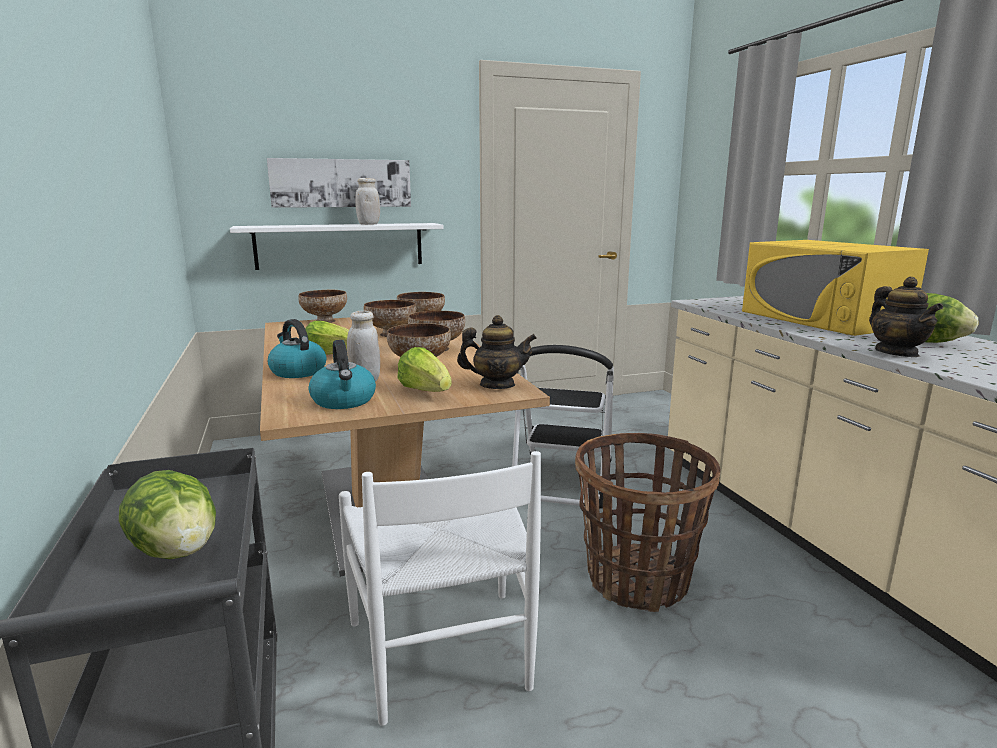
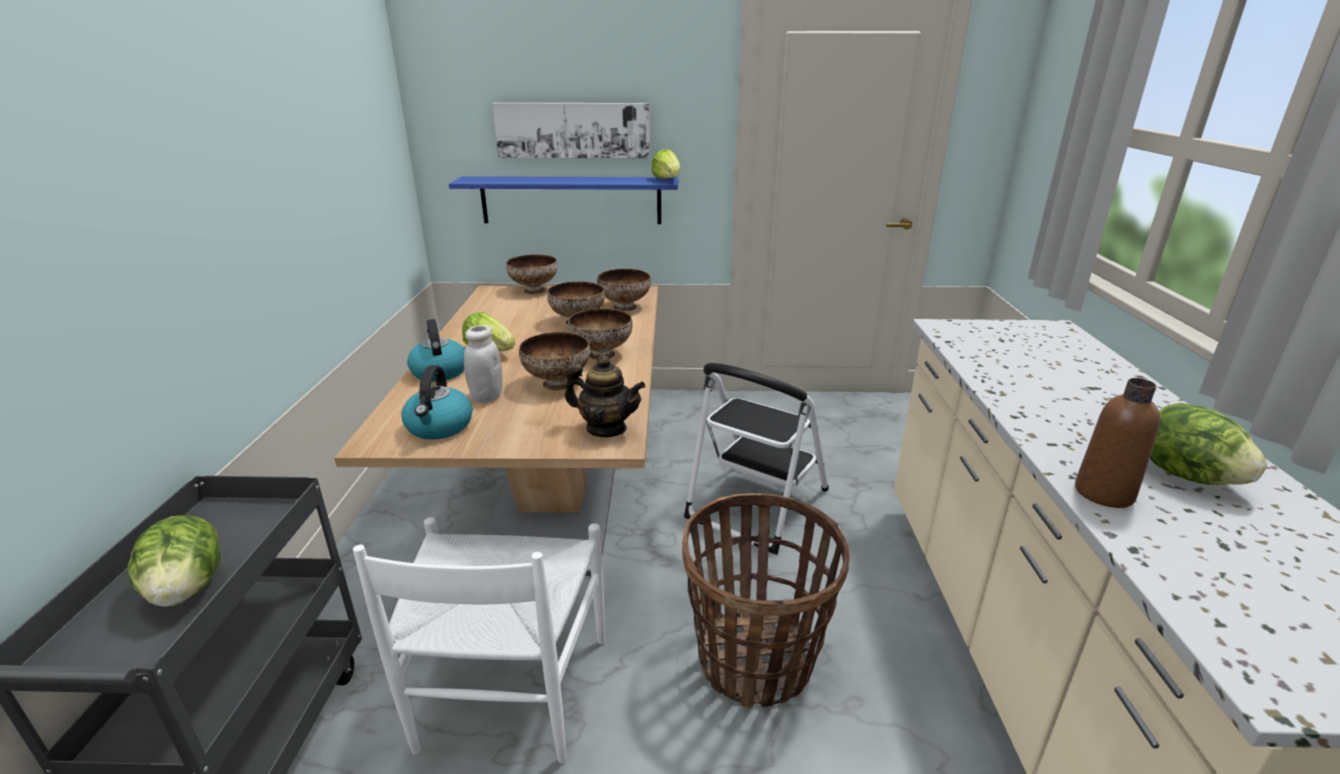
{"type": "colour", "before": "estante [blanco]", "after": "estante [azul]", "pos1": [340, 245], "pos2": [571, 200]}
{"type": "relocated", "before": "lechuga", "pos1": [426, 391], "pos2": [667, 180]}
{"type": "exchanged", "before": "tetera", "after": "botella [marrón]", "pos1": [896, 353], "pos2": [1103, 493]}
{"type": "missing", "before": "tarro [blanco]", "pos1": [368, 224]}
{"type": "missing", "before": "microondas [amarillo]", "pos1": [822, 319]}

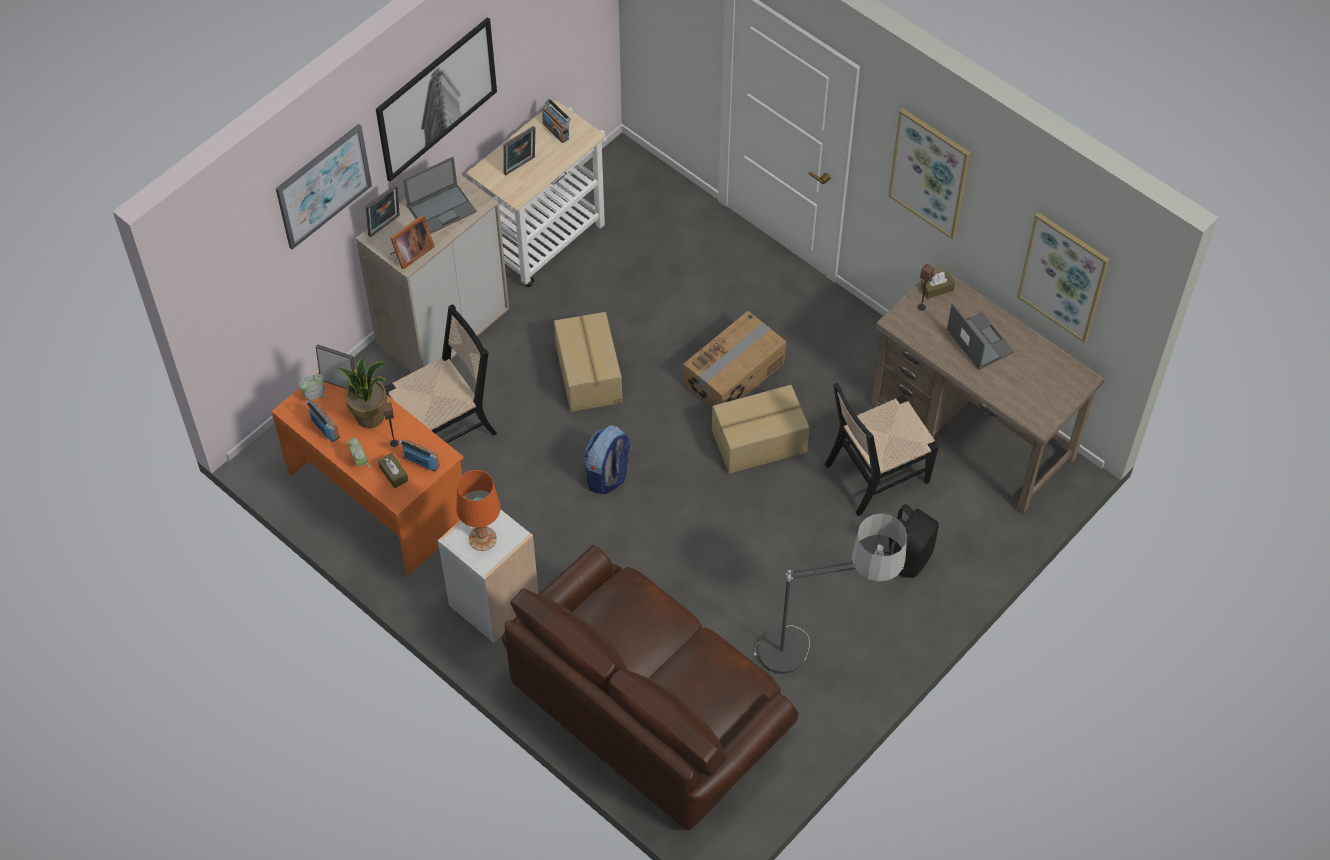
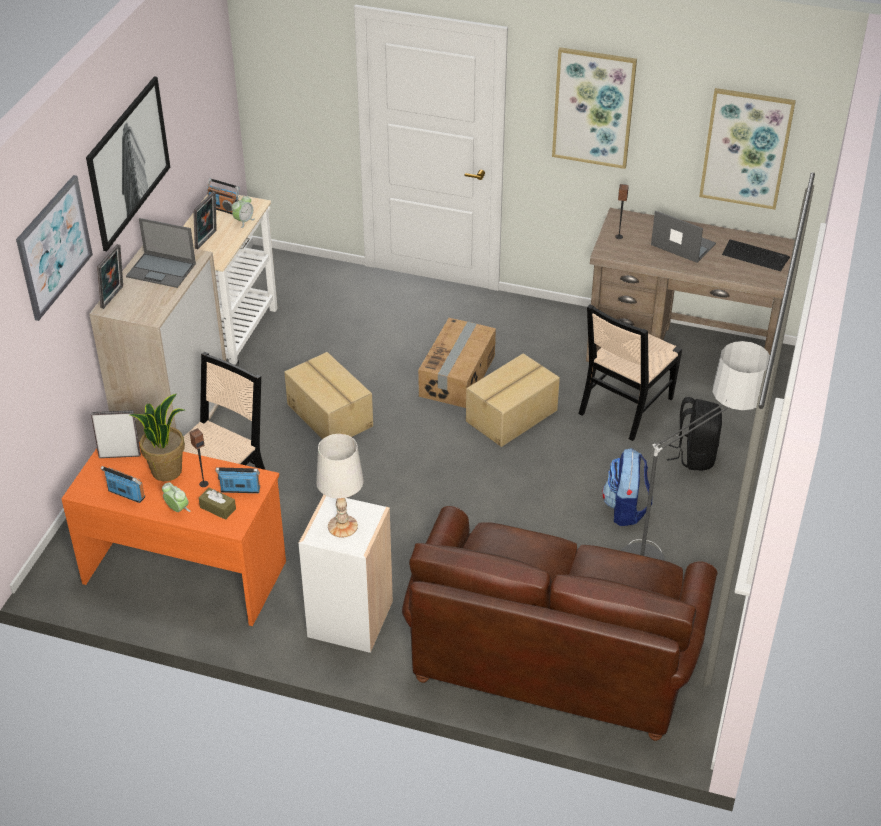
{"type": "spun", "before": "portátil", "pos1": [442, 209], "pos2": [162, 270], "turn": 75}
{"type": "relocated", "before": "despertador", "pos1": [314, 396], "pos2": [244, 221]}
{"type": "colour", "before": "lámpara de mesa [naranja]", "after": "lámpara de mesa [blanco]", "pos1": [482, 538], "pos2": [342, 526]}
{"type": "relocated", "before": "mochila", "pos1": [607, 476], "pos2": [626, 509]}
{"type": "appeared", "after": "teclado", "pos2": [755, 256]}
{"type": "missing", "before": "portarretratos", "pos1": [410, 253]}
{"type": "missing", "before": "caja de pañuelos [marrón]", "pos1": [937, 289]}

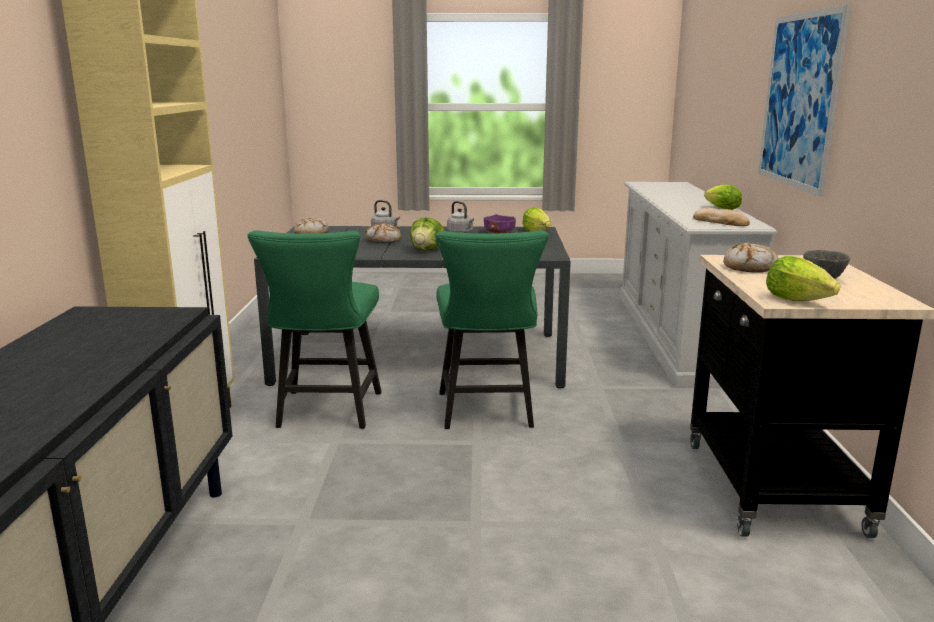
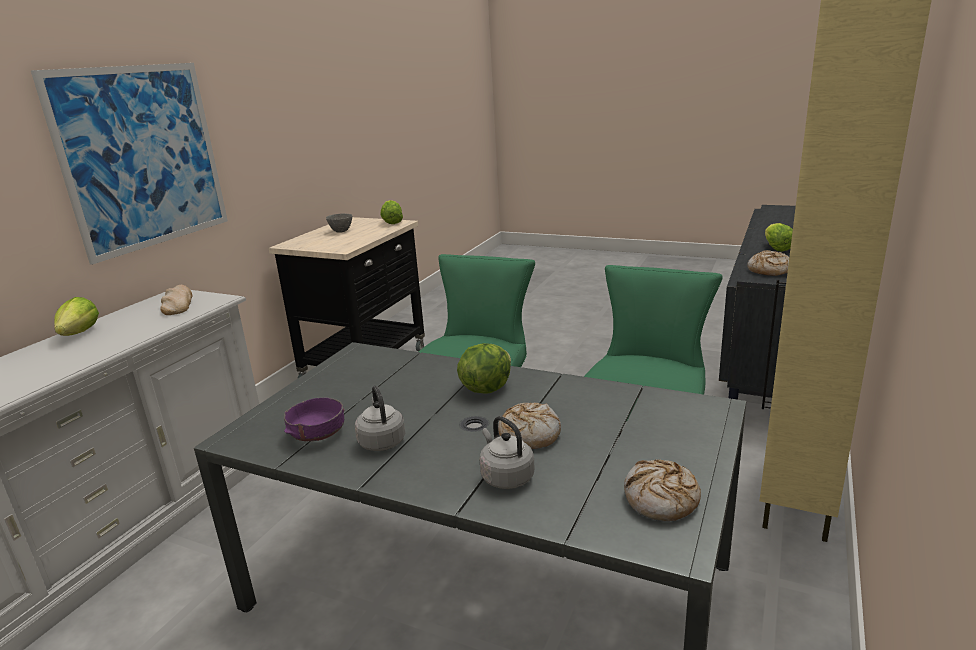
{"type": "relocated", "before": "pan", "pos1": [750, 268], "pos2": [769, 271]}
{"type": "relocated", "before": "lechuga", "pos1": [537, 232], "pos2": [776, 249]}

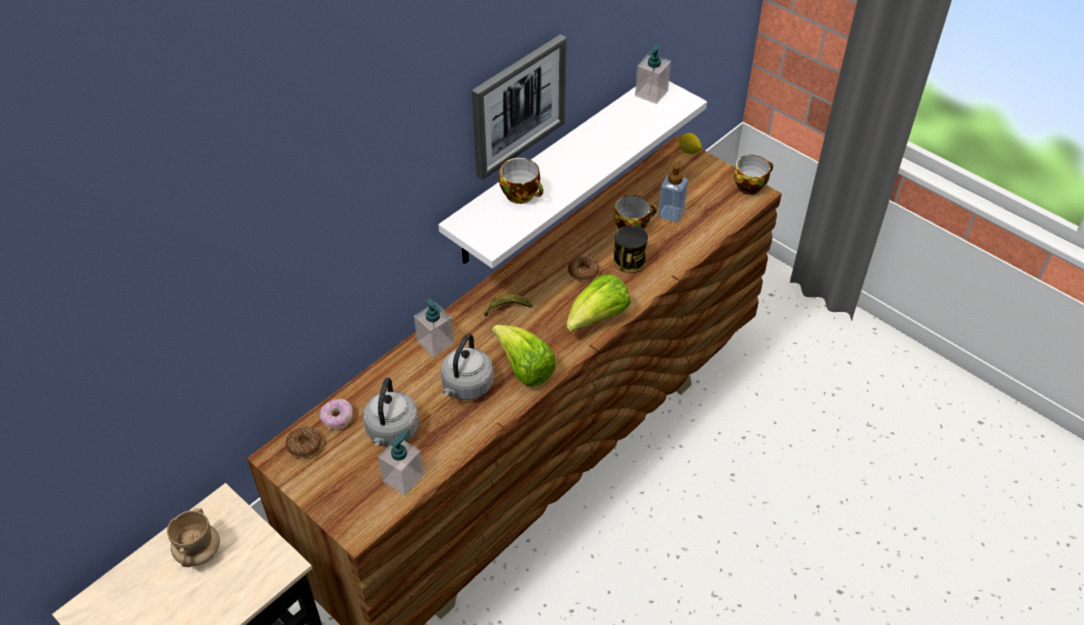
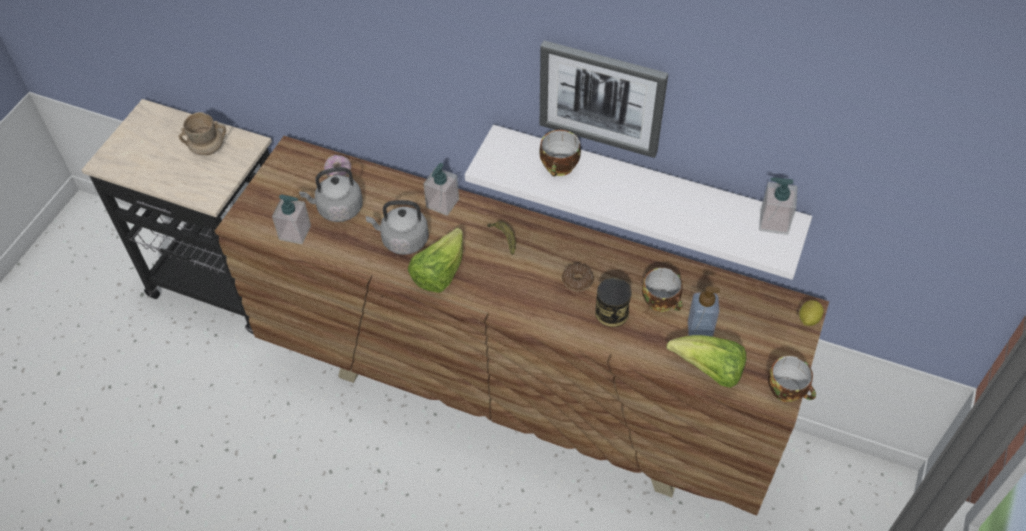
{"type": "relocated", "before": "lechuga", "pos1": [597, 319], "pos2": [709, 371]}
{"type": "missing", "before": "rosquilla", "pos1": [304, 445]}

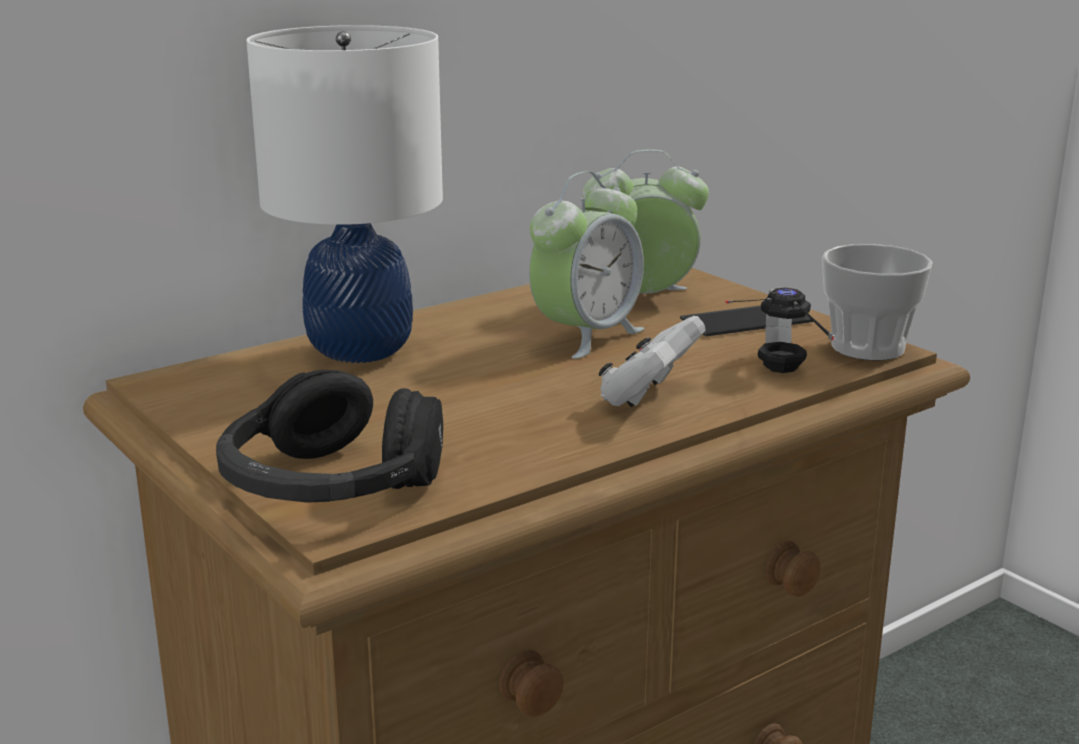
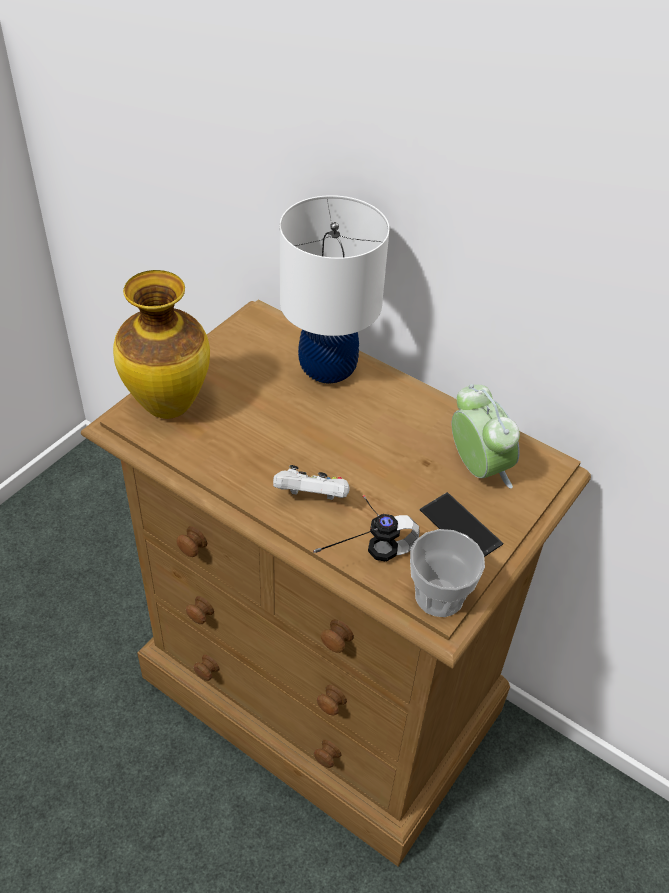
{"type": "exchanged", "before": "auriculares [negro]", "after": "florero", "pos1": [330, 485], "pos2": [168, 405]}
{"type": "missing", "before": "despertador", "pos1": [586, 336]}

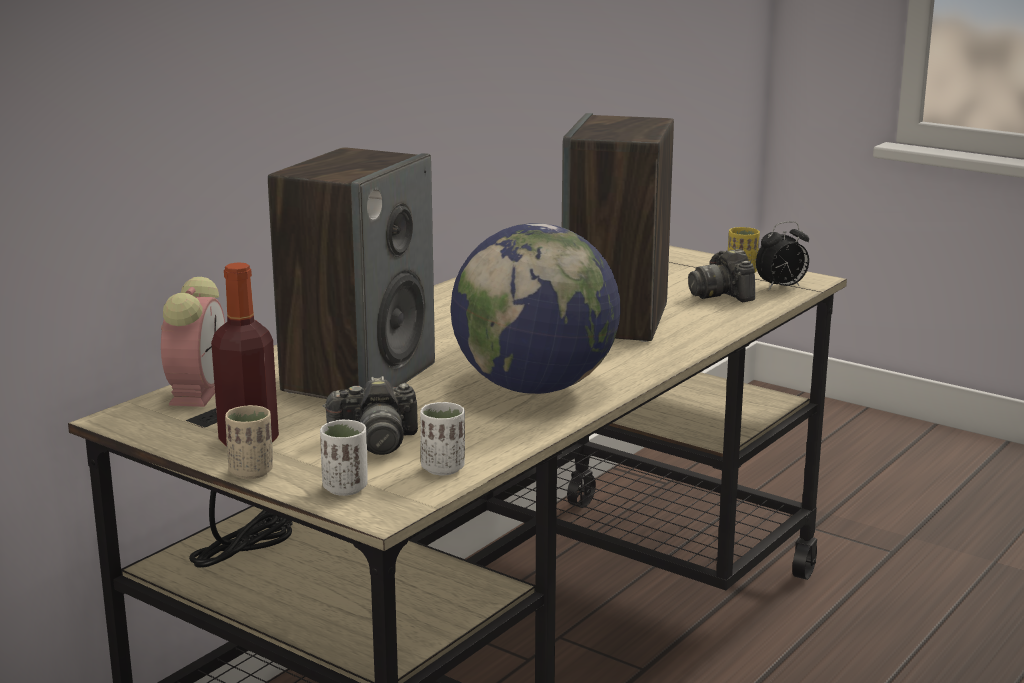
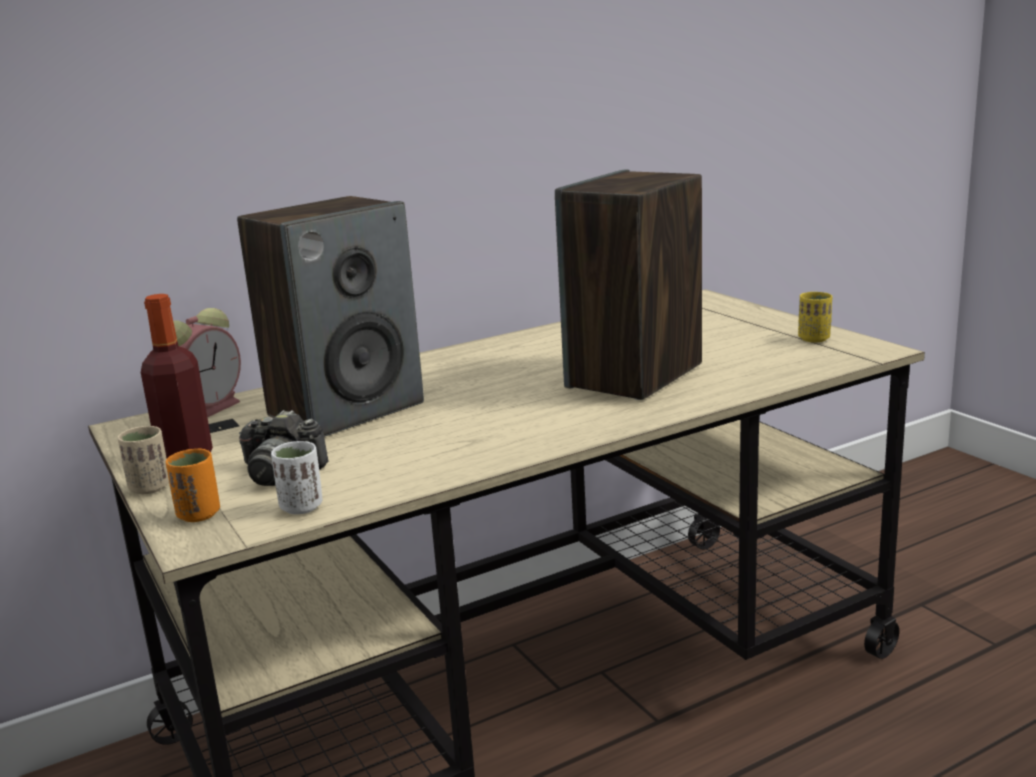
{"type": "colour", "before": "taza [blanco]", "after": "taza [naranja]", "pos1": [345, 488], "pos2": [198, 514]}
{"type": "missing", "before": "globo terráqueo", "pos1": [535, 387]}
{"type": "missing", "before": "cámara", "pos1": [722, 294]}
{"type": "missing", "before": "despertador", "pos1": [781, 287]}

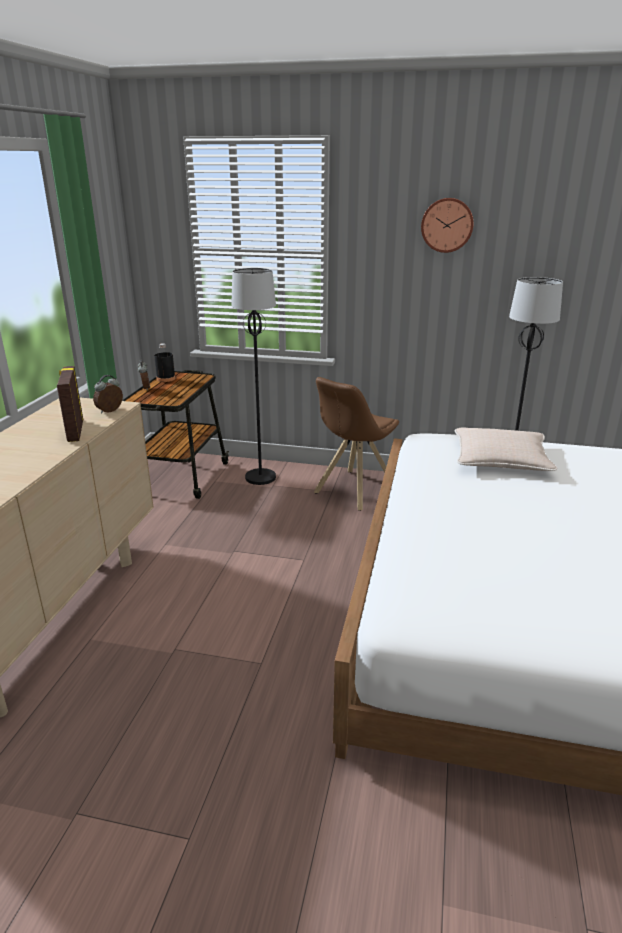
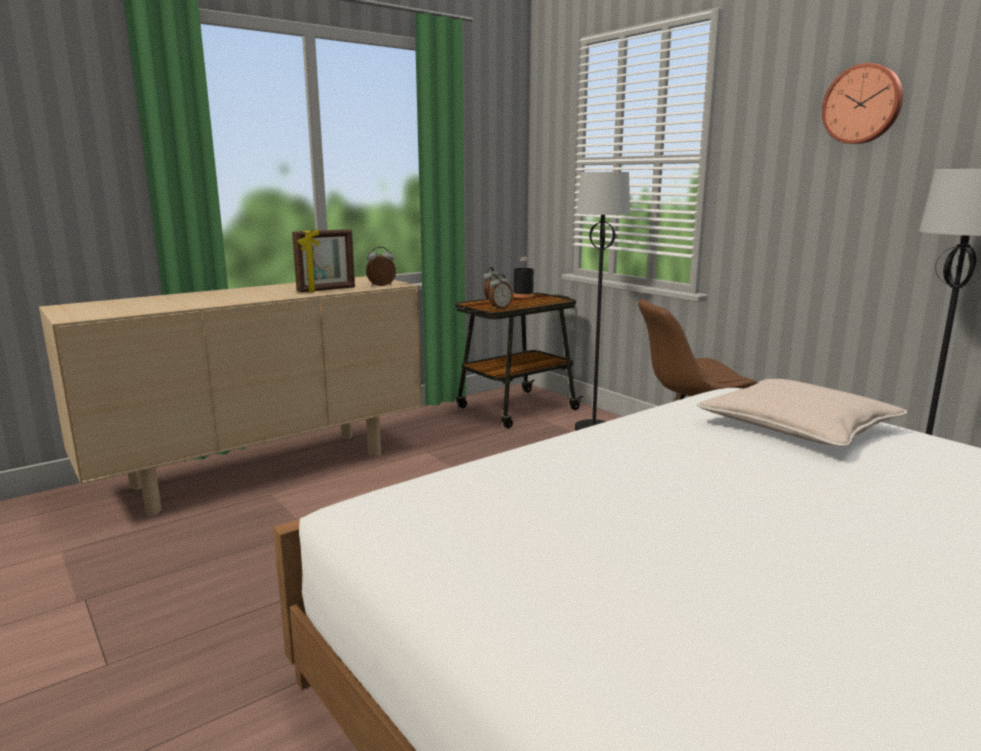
{"type": "spun", "before": "portarretratos", "pos1": [74, 431], "pos2": [326, 290], "turn": -150}
{"type": "appeared", "after": "despertador", "pos2": [500, 308]}

